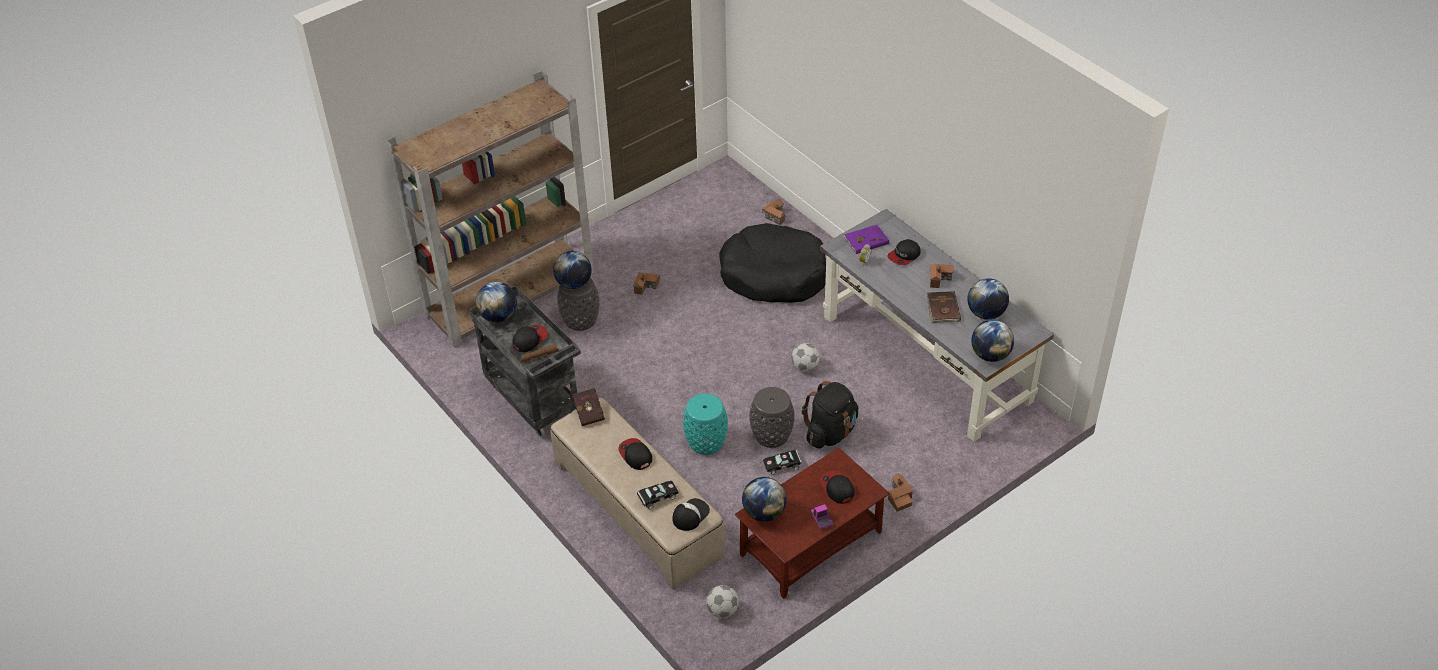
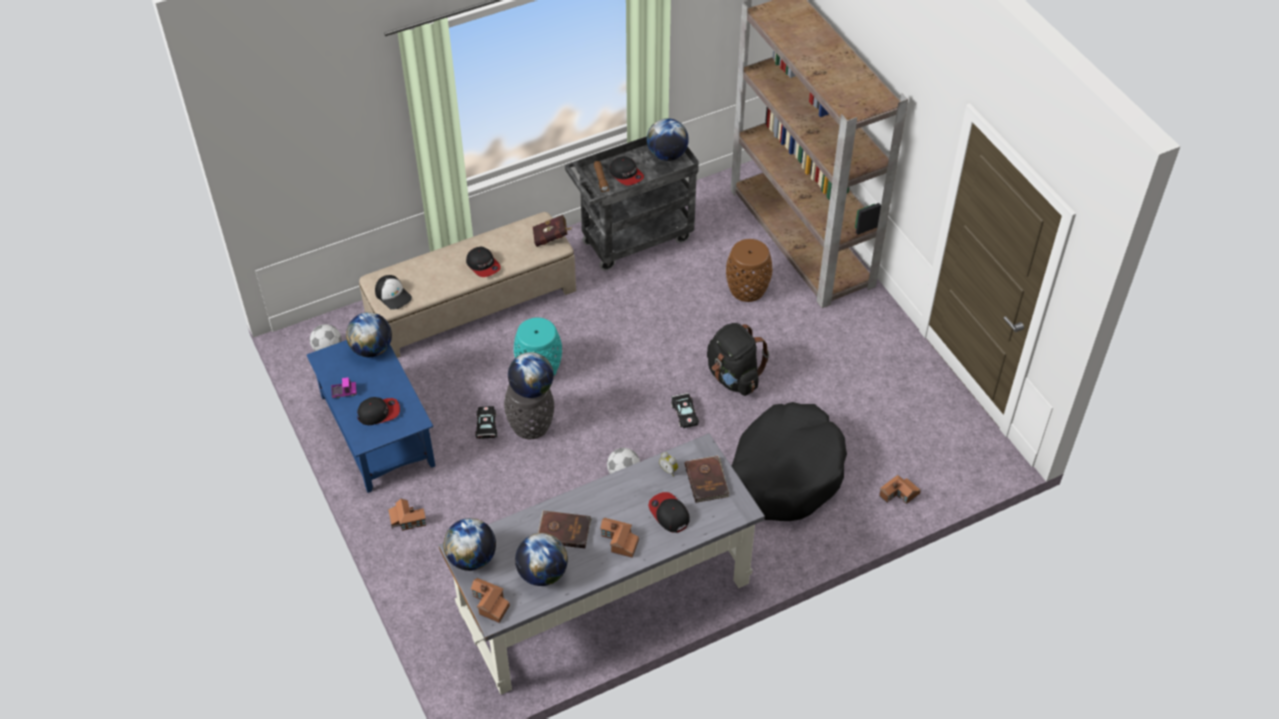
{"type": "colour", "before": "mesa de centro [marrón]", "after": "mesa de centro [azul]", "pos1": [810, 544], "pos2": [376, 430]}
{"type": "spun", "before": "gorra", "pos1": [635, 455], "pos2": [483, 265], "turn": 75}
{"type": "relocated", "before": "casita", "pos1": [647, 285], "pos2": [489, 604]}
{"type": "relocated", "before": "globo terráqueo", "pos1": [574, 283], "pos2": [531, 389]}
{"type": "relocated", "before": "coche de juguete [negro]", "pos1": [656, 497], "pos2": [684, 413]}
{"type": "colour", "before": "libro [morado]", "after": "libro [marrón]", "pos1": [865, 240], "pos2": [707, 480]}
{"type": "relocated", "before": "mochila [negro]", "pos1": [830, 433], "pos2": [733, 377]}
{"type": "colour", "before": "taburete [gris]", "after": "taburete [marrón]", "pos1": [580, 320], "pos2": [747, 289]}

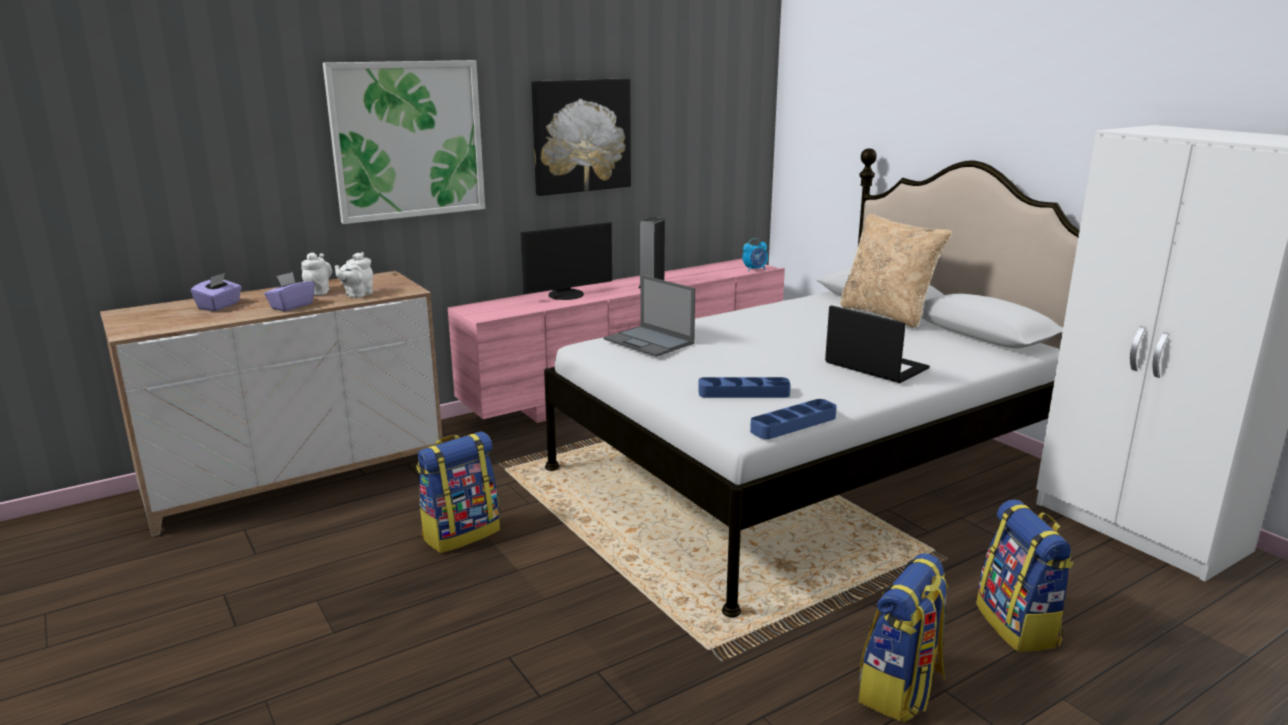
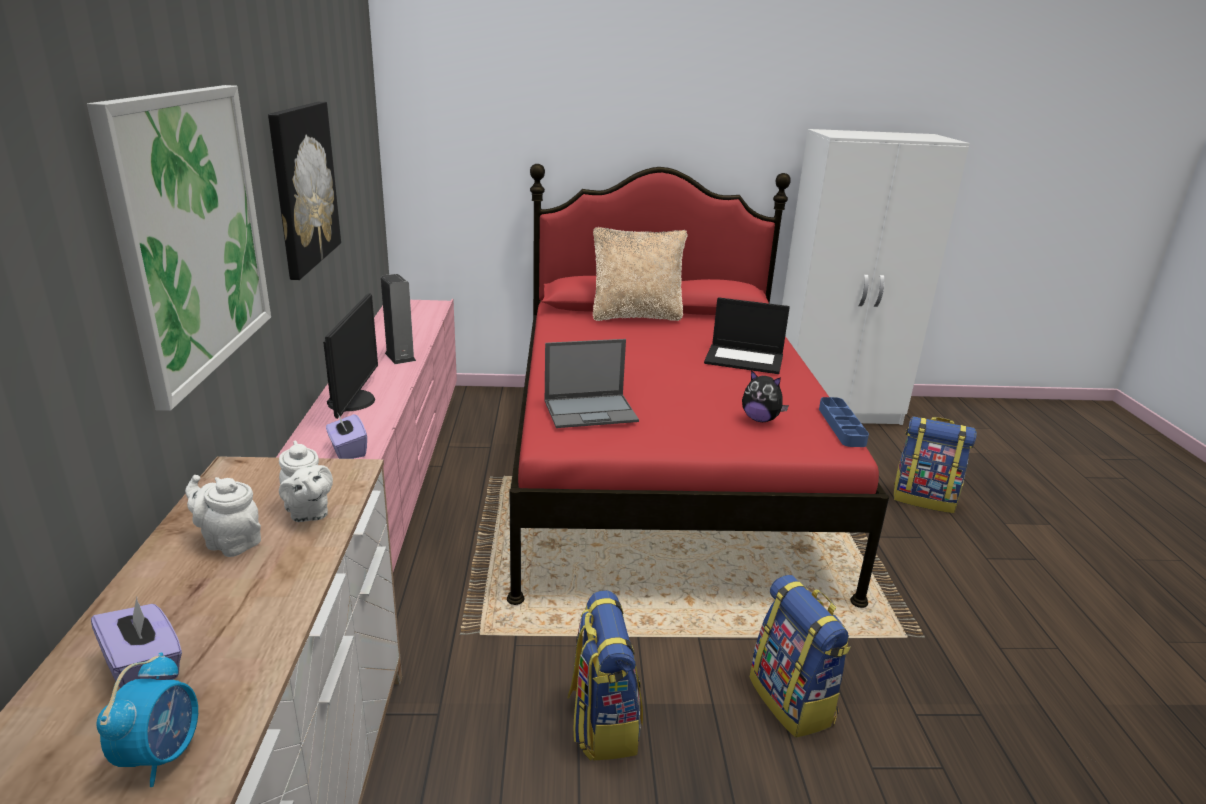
{"type": "relocated", "before": "despertador", "pos1": [755, 269], "pos2": [162, 754]}
{"type": "relocated", "before": "caja de pañuelos [morado]", "pos1": [291, 306], "pos2": [348, 450]}
{"type": "colour", "before": "cama [blanco]", "after": "cama [rojo]", "pos1": [806, 471], "pos2": [662, 474]}
{"type": "spun", "before": "portátil", "pos1": [874, 366], "pos2": [745, 359], "turn": -150}
{"type": "exchanged", "before": "bandeja [azul]", "after": "peluche", "pos1": [743, 393], "pos2": [760, 419]}
{"type": "relocated", "before": "mochila", "pos1": [901, 690], "pos2": [793, 701]}

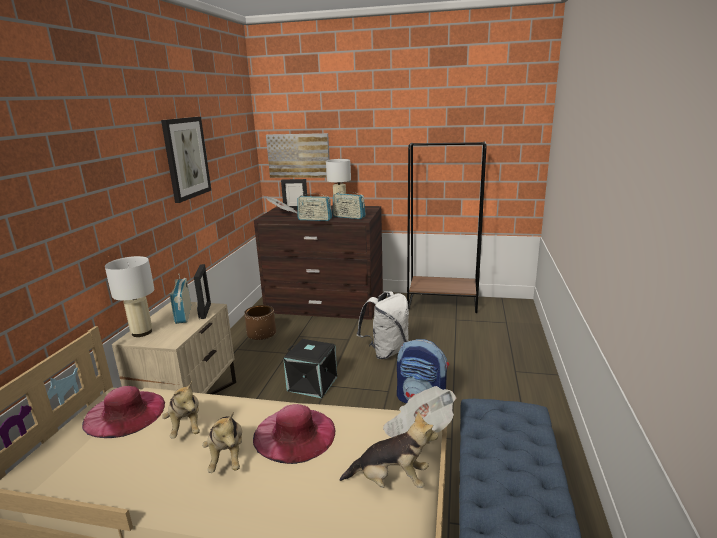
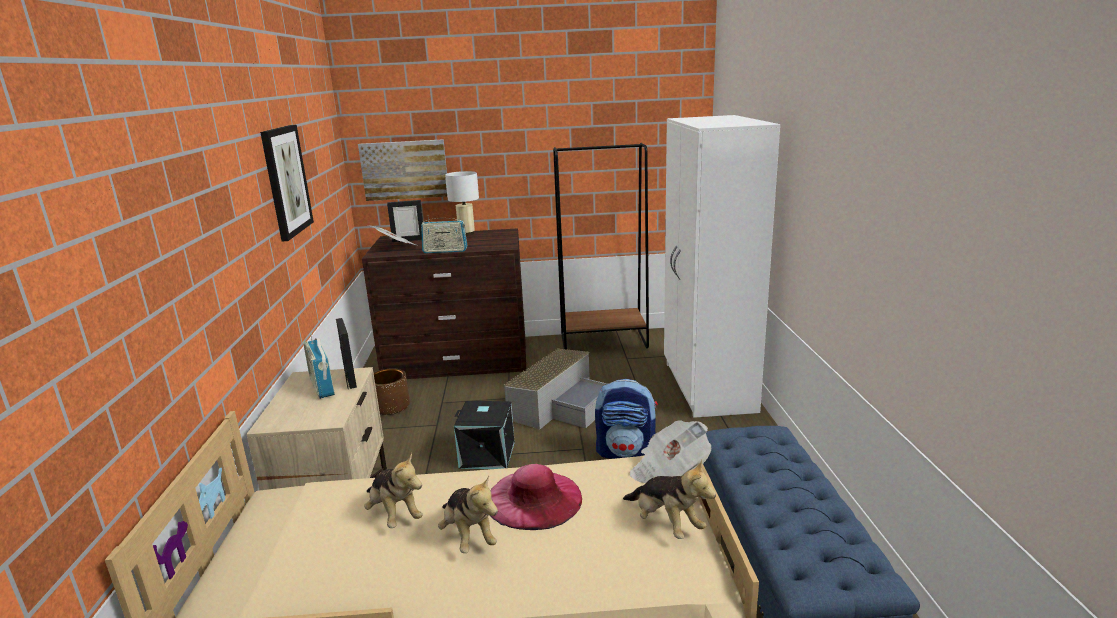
{"type": "exchanged", "before": "mochila [blanco]", "after": "caja de almacenaje [gris]", "pos1": [386, 351], "pos2": [561, 405]}
{"type": "spun", "before": "peluche", "pos1": [391, 481], "pos2": [666, 523], "turn": 60}
{"type": "appeared", "after": "armario ropero [blanco]", "pos2": [707, 387]}
{"type": "missing", "before": "sombrero [rosa]", "pos1": [125, 413]}
{"type": "missing", "before": "lámpara de mesa [blanco]", "pos1": [142, 332]}
{"type": "missing", "before": "radio", "pos1": [349, 217]}

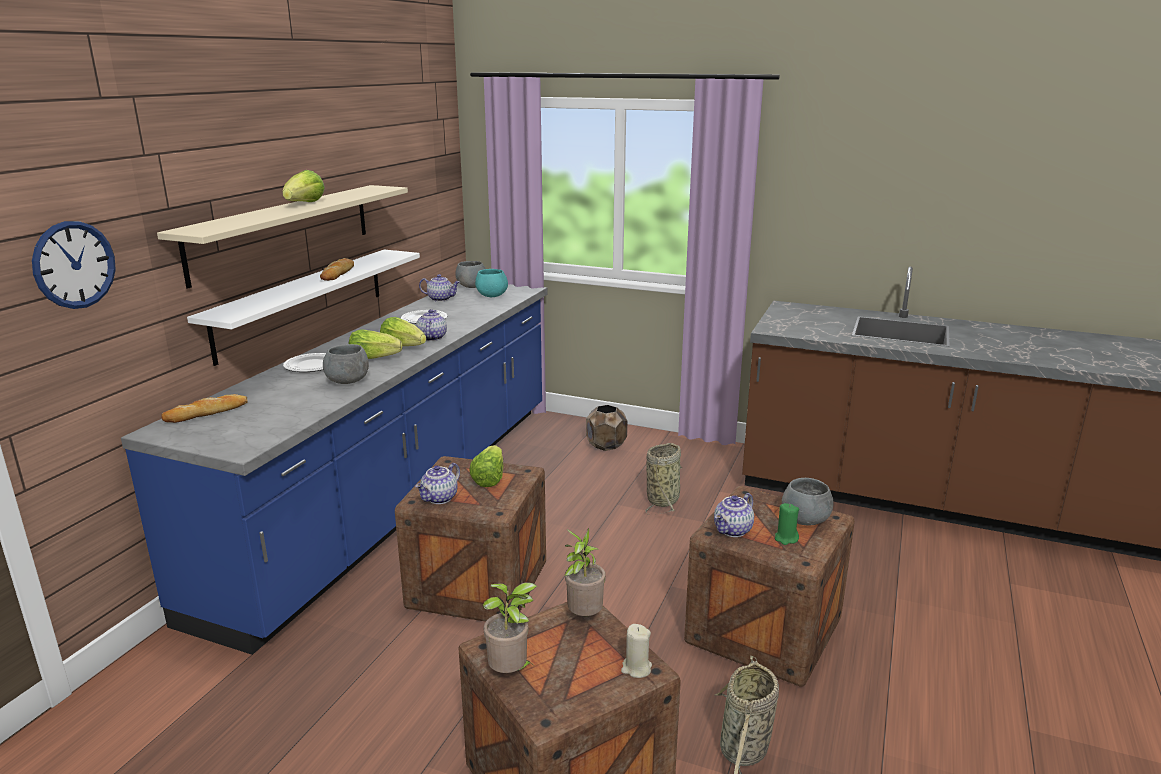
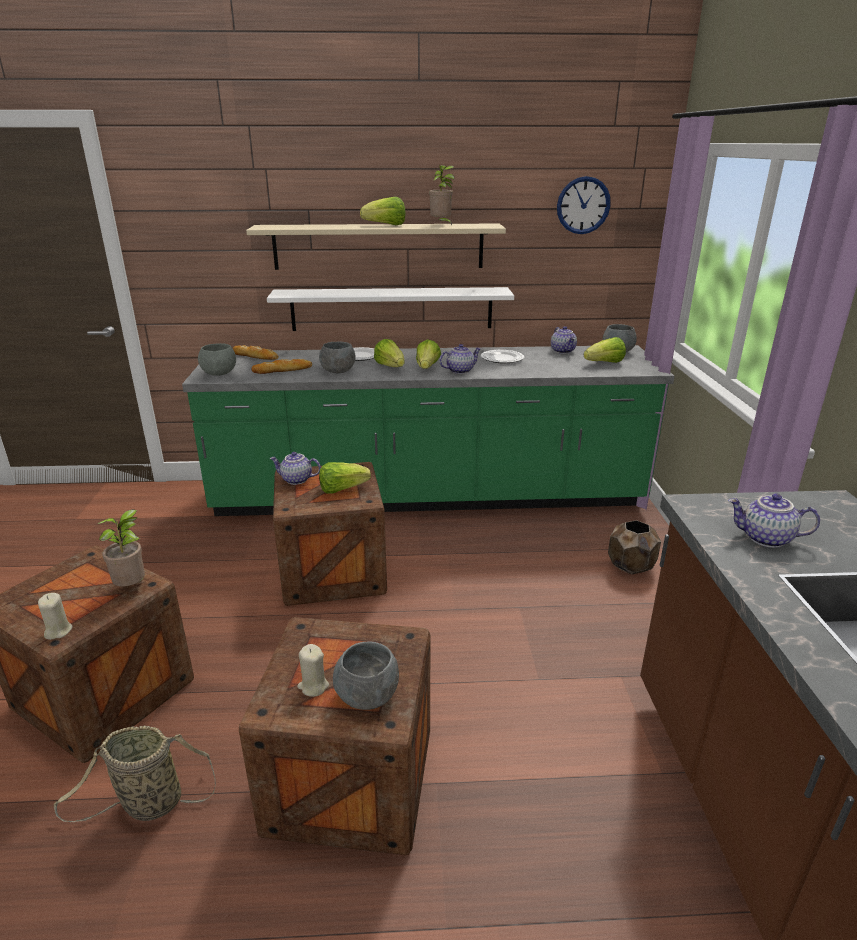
{"type": "colour", "before": "mueble bajo de cocina [azul]", "after": "mueble bajo de cocina [verde]", "pos1": [400, 497], "pos2": [429, 497]}
{"type": "appeared", "after": "cuenco [gris]", "pos2": [219, 374]}
{"type": "relocated", "before": "pan", "pos1": [338, 273], "pos2": [282, 370]}
{"type": "colour", "before": "vela [verde]", "after": "vela [beis]", "pos1": [786, 538], "pos2": [313, 686]}
{"type": "relocated", "before": "planta en maceta", "pos1": [511, 673], "pos2": [441, 224]}
{"type": "relocated", "before": "reloj de pared", "pos1": [74, 265], "pos2": [583, 205]}
{"type": "exchanged", "before": "cuenco [turquesa]", "after": "lechuga", "pos1": [492, 296], "pos2": [605, 363]}
{"type": "relocated", "before": "tetera", "pos1": [733, 531], "pos2": [765, 539]}
{"type": "missing", "before": "cesta", "pos1": [663, 499]}

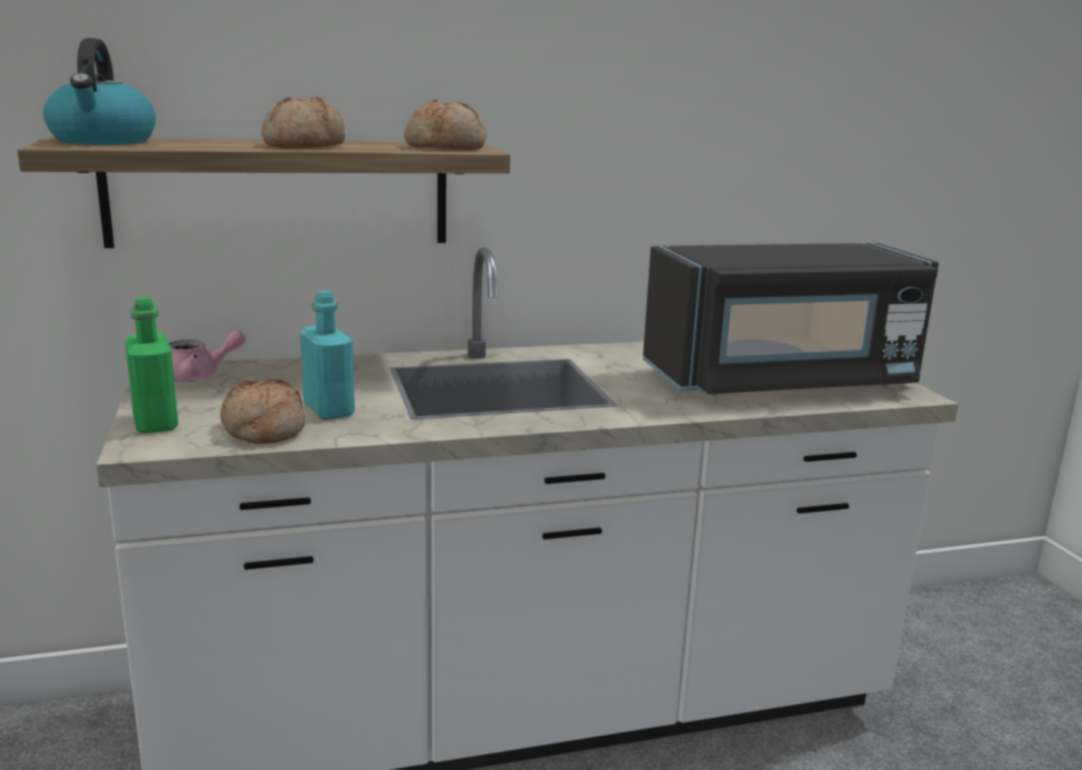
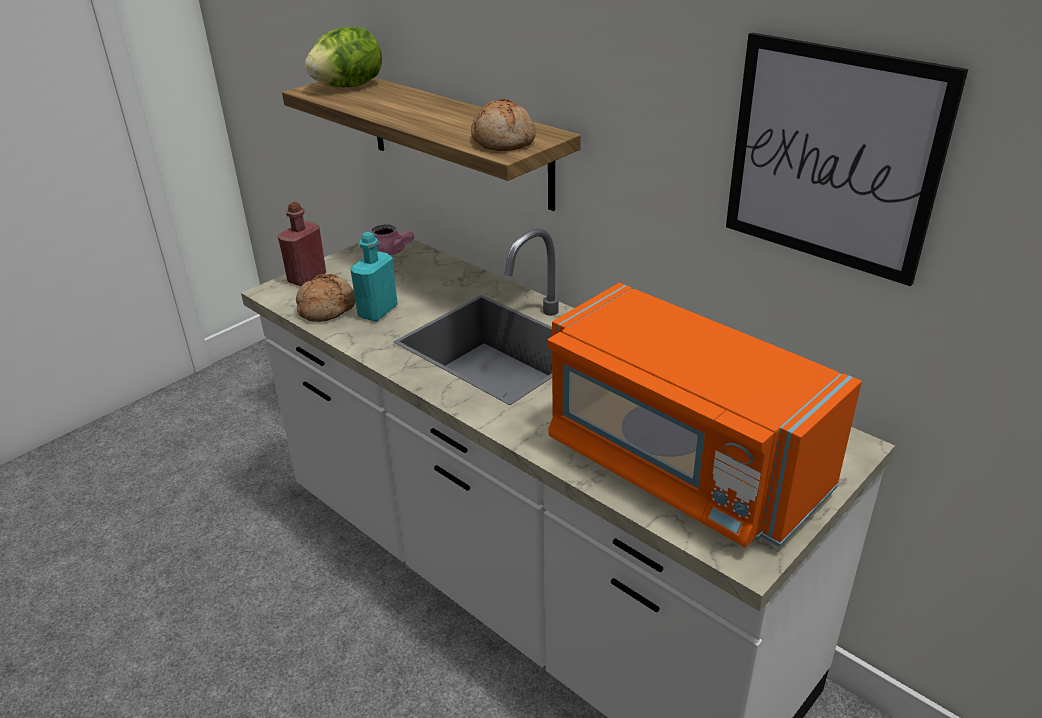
{"type": "colour", "before": "botella [verde]", "after": "botella [rojo]", "pos1": [155, 423], "pos2": [307, 278]}
{"type": "exchanged", "before": "hervidor", "after": "lechuga", "pos1": [103, 141], "pos2": [348, 86]}
{"type": "colour", "before": "microondas [negro]", "after": "microondas [naranja]", "pos1": [781, 381], "pos2": [680, 464]}
{"type": "appeared", "after": "cuadro", "pos2": [832, 157]}
{"type": "missing", "before": "pan", "pos1": [305, 145]}

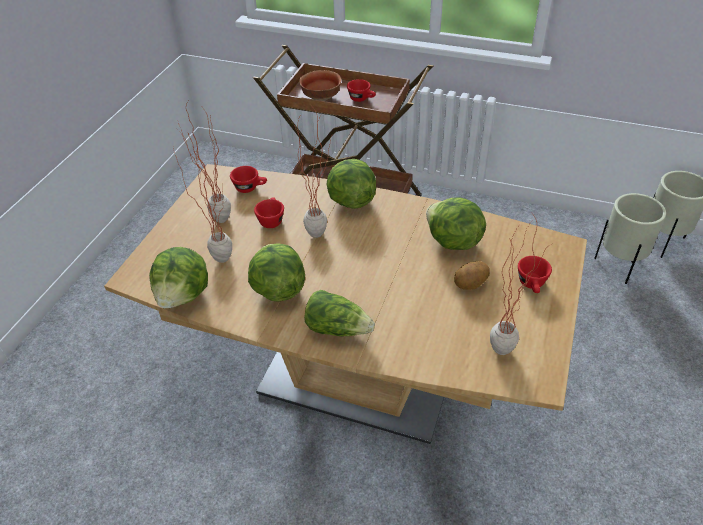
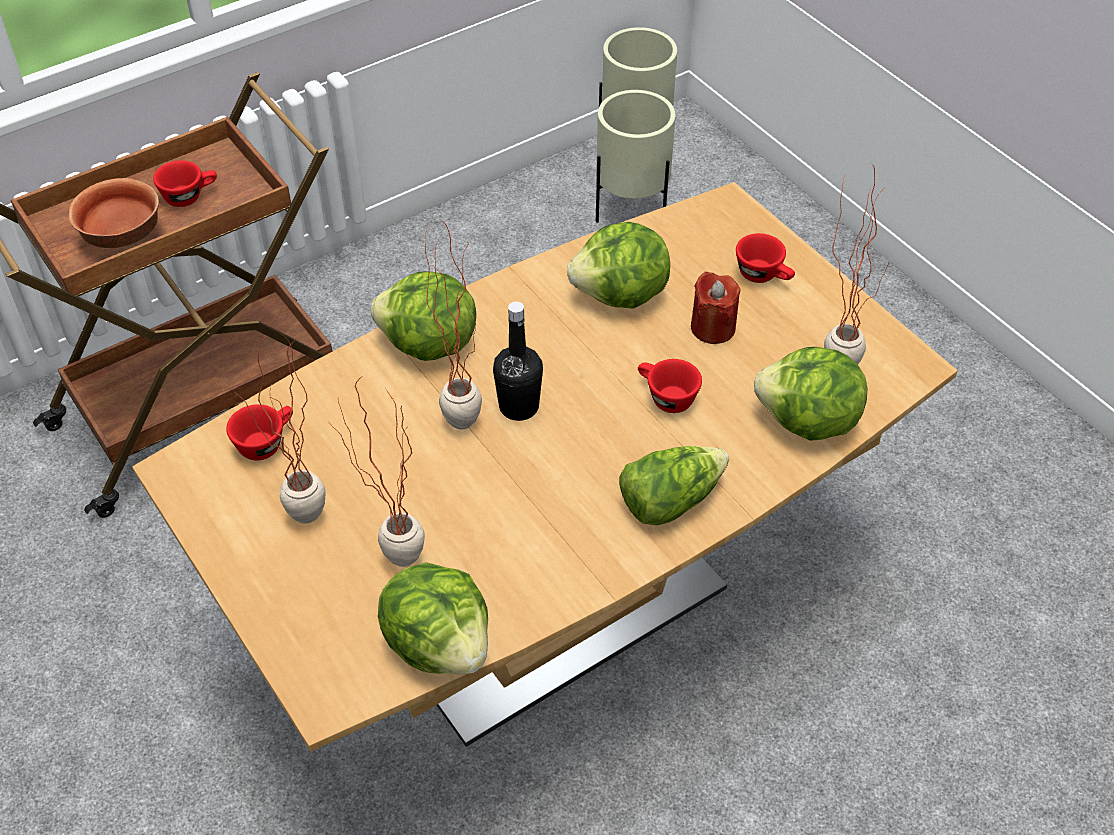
{"type": "appeared", "after": "botella [negro]", "pos2": [519, 407]}
{"type": "relocated", "before": "taza [rojo]", "pos1": [271, 220], "pos2": [665, 397]}
{"type": "exchanged", "before": "patata", "after": "vela [rojo]", "pos1": [470, 285], "pos2": [713, 328]}
{"type": "relocated", "before": "lechuga", "pos1": [278, 289], "pos2": [808, 423]}

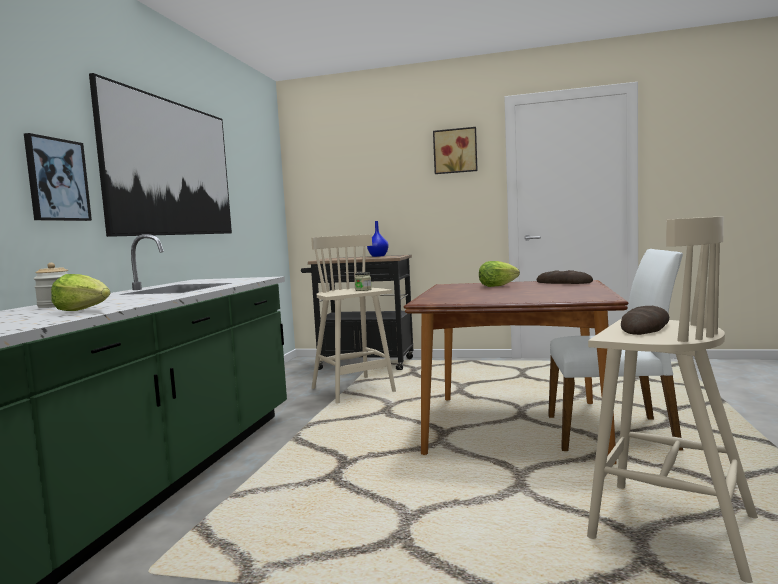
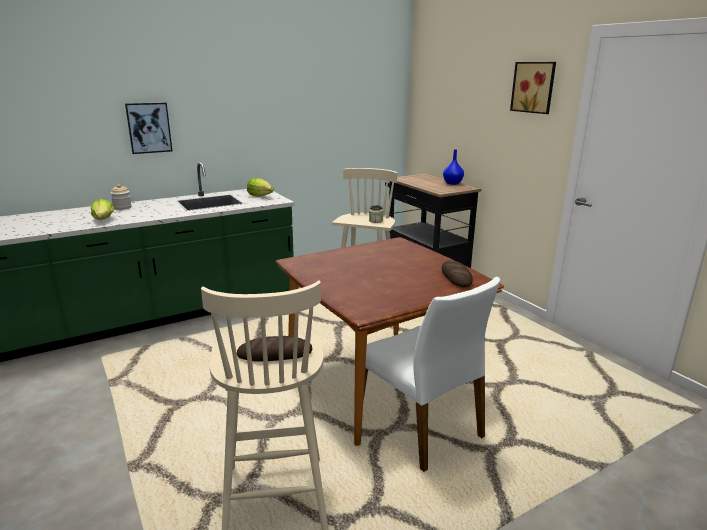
{"type": "relocated", "before": "lechuga", "pos1": [497, 286], "pos2": [260, 196]}
{"type": "missing", "before": "cuadro", "pos1": [171, 168]}

